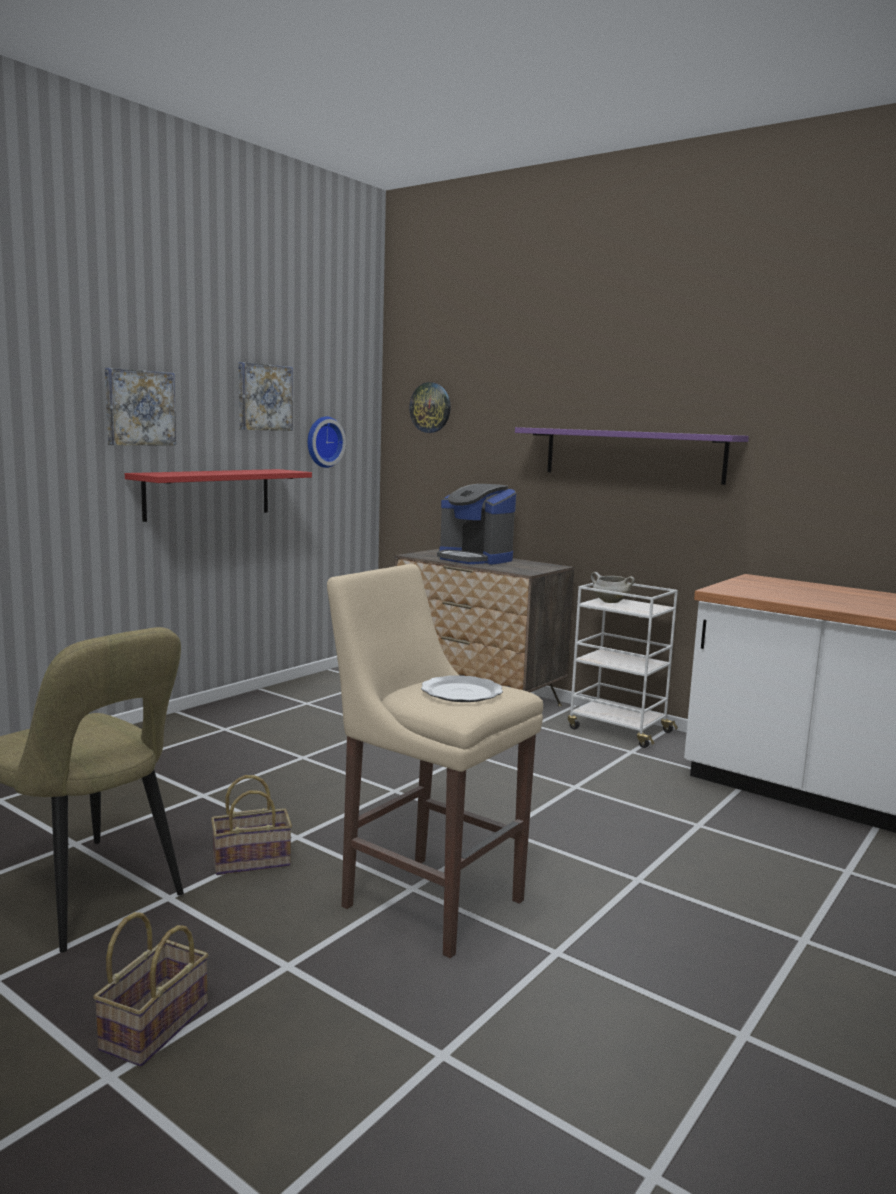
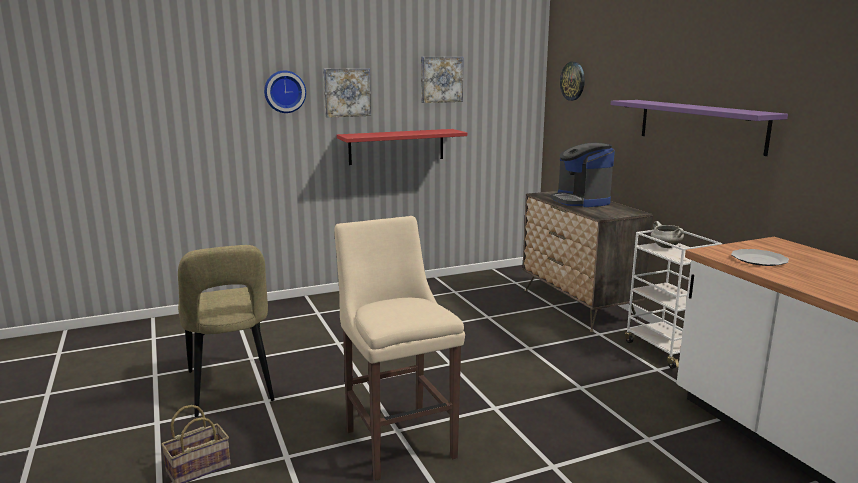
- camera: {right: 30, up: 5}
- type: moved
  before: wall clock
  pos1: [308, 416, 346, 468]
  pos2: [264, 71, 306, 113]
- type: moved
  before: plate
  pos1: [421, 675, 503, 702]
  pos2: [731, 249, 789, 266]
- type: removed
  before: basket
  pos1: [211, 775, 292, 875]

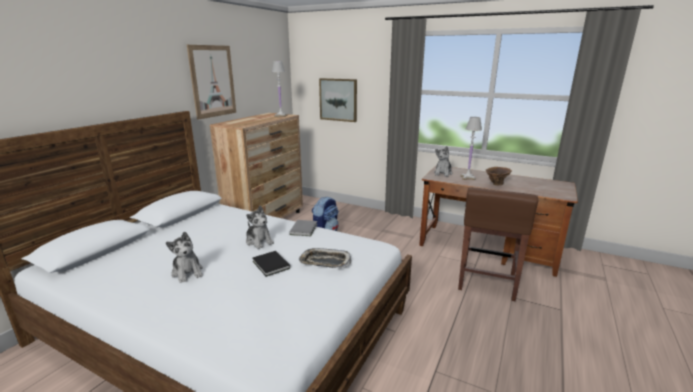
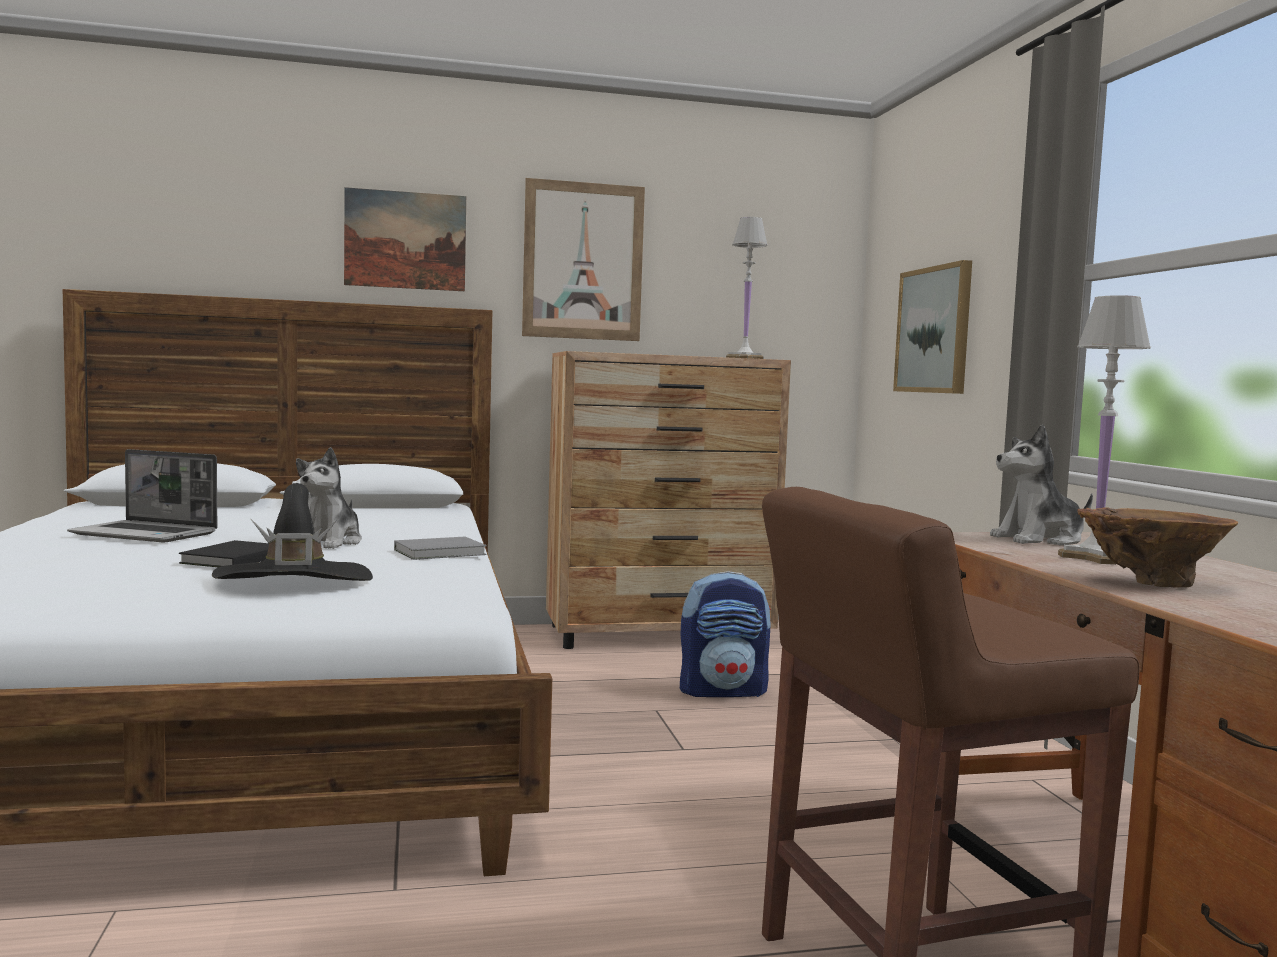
- camera: {right: 50, up: -15}
- type: replaced
  before: plush toy
  after: laptop
  pos1: [166, 231, 203, 283]
  pos2: [67, 449, 217, 542]
- type: replaced
  before: tray
  after: hat (black)
  pos1: [299, 248, 351, 268]
  pos2: [212, 483, 373, 581]
- type: added
  after: picture
  pos2: [344, 187, 466, 291]

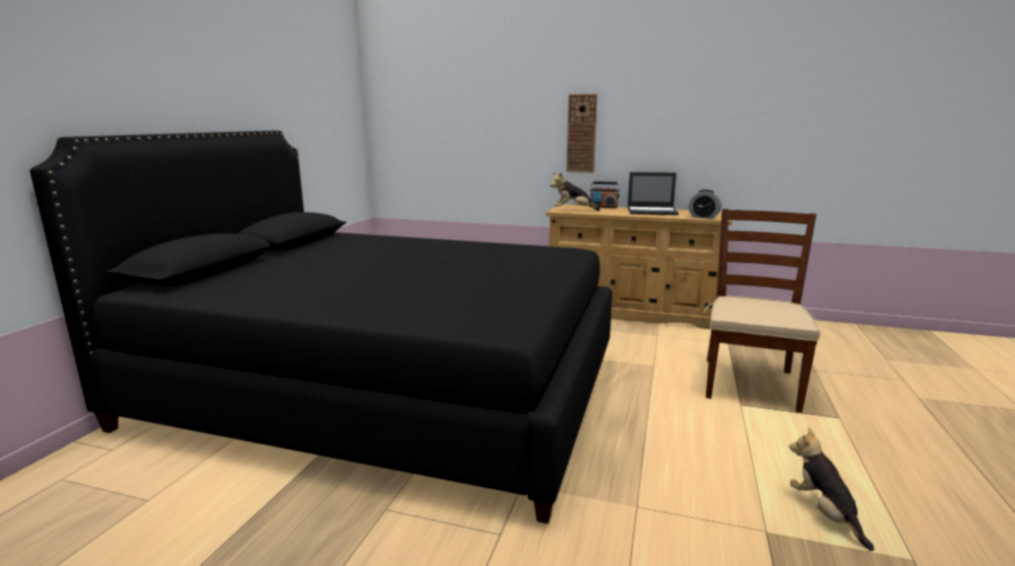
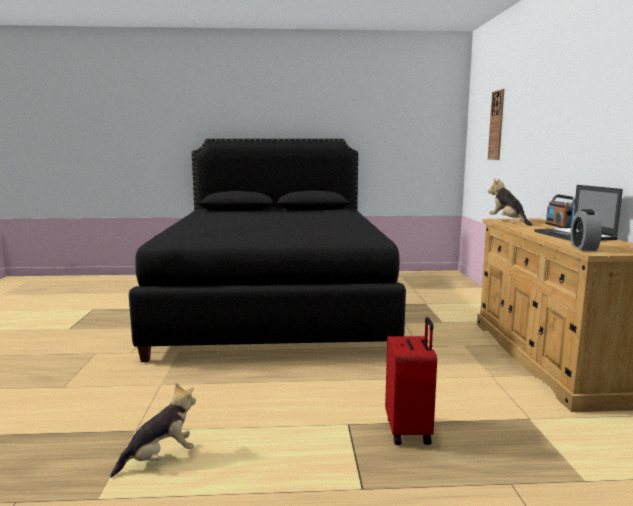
- camera: {right: 70, up: -5}
- type: replaced
  before: chair (brown)
  after: suitcase (red)
  pos1: [703, 209, 820, 413]
  pos2: [385, 317, 437, 445]
- type: moved
  before: wall clock
  pos1: [566, 94, 598, 173]
  pos2: [488, 89, 504, 160]

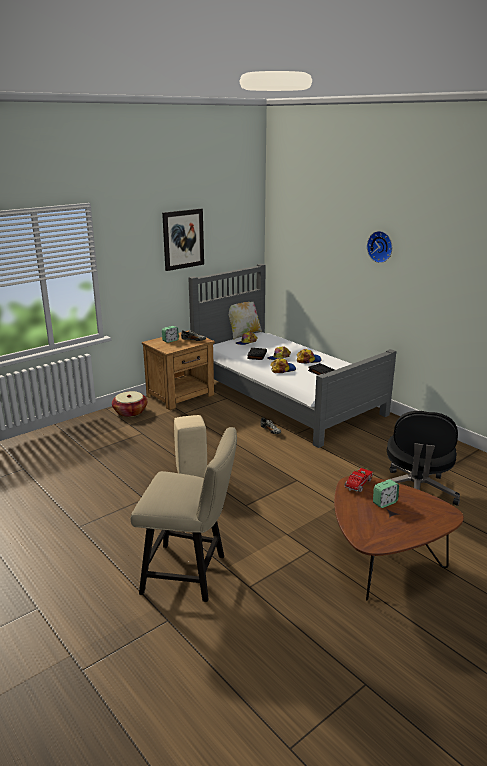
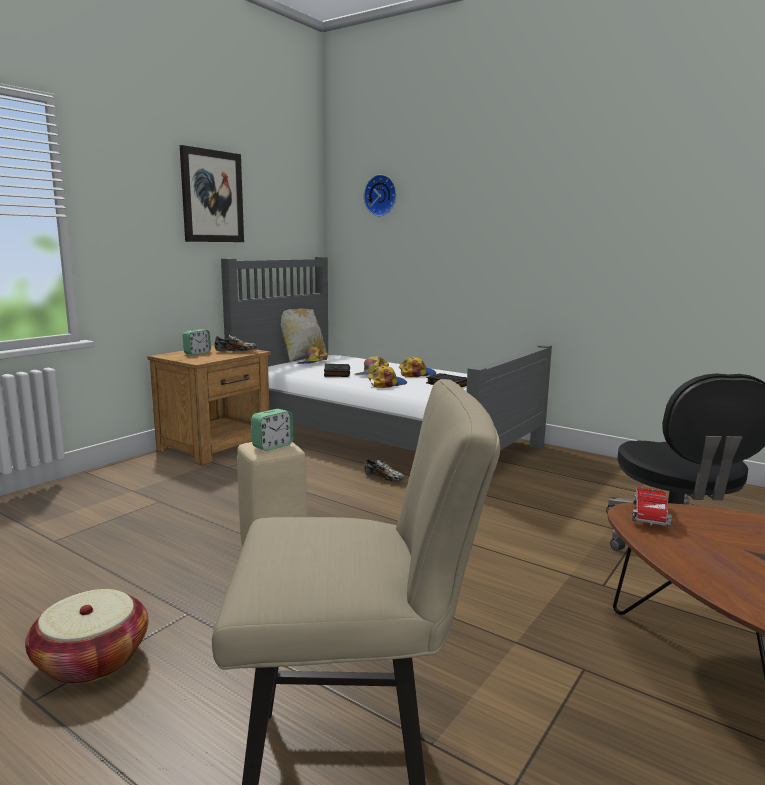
- camera: {right: -15, up: -10}
- type: moved
  before: basket
  pos1: [112, 391, 147, 417]
  pos2: [25, 589, 148, 684]
- type: moved
  before: alarm clock
  pos1: [373, 479, 399, 508]
  pos2: [251, 409, 293, 451]
- type: moved
  before: wall clock
  pos1: [367, 231, 392, 263]
  pos2: [364, 174, 396, 216]

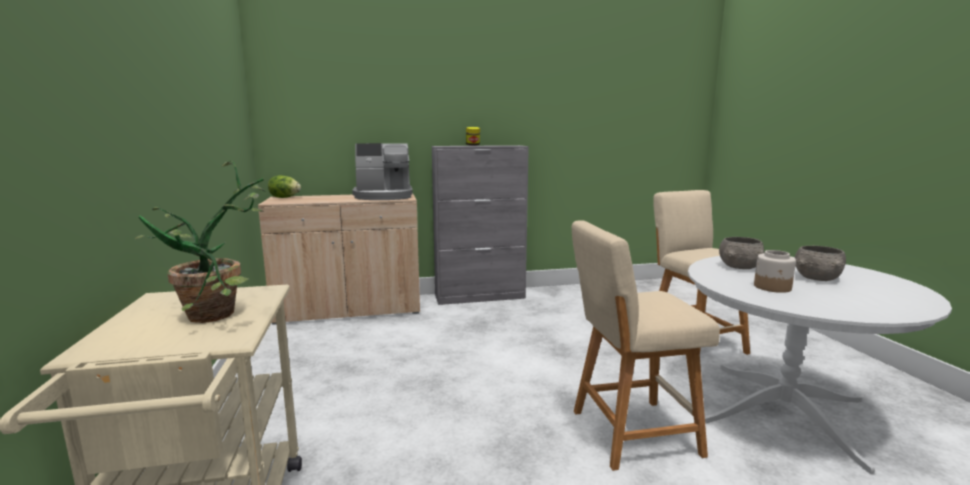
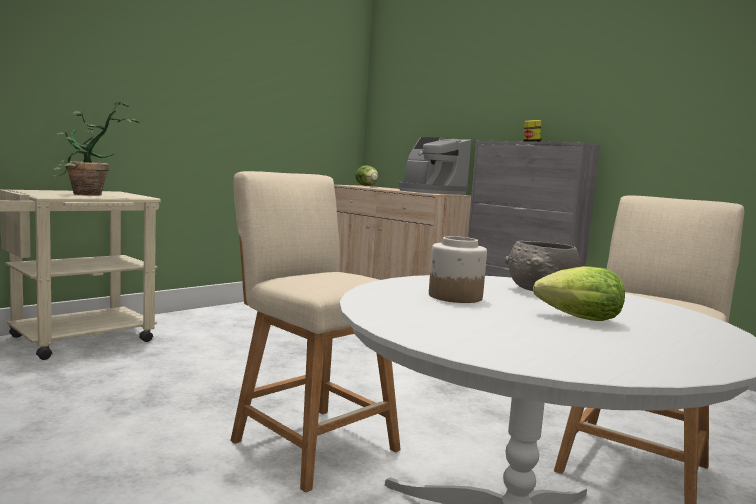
- camera: {right: 55, up: -5}
- type: replaced
  before: bowl (grey)
  after: lettuce
  pos1: [795, 246, 846, 281]
  pos2: [533, 266, 625, 321]

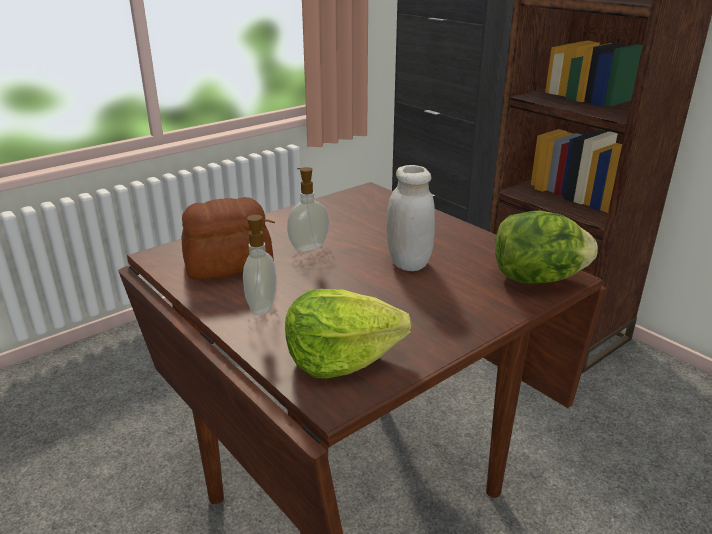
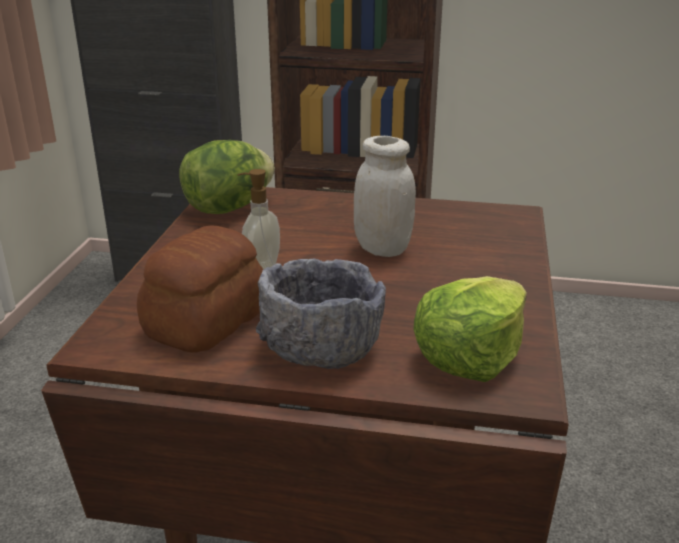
- camera: {right: -40, up: 0}
- type: moved
  before: lettuce
  pos1: [495, 211, 598, 284]
  pos2: [179, 140, 275, 214]
- type: replaced
  before: soap dispenser
  after: bowl (grey)
  pos1: [243, 215, 276, 315]
  pos2: [256, 259, 386, 369]

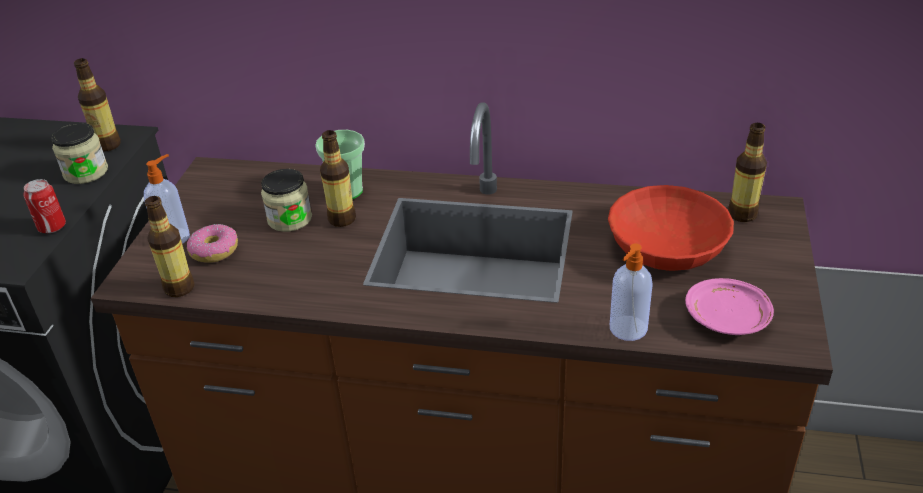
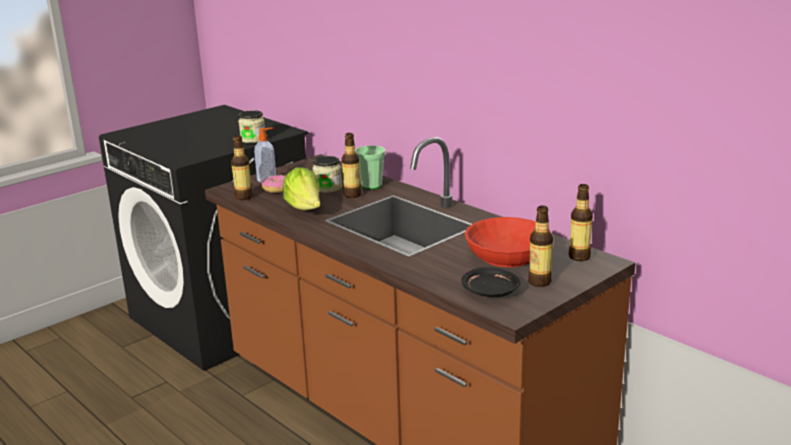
- camera: {right: 35, up: -15}
- type: added
  after: lettuce
  pos2: [283, 167, 320, 210]
- type: recoloured
  before: plate (pink)
  after: plate (black)
  pos1: [685, 278, 774, 335]
  pos2: [461, 267, 521, 297]
- type: moved
  before: bottle
  pos1: [74, 58, 121, 152]
  pos2: [528, 205, 553, 287]
- type: removed
  before: can
  pos1: [23, 179, 66, 233]
- type: removed
  before: soap dispenser
  pos1: [610, 243, 653, 341]

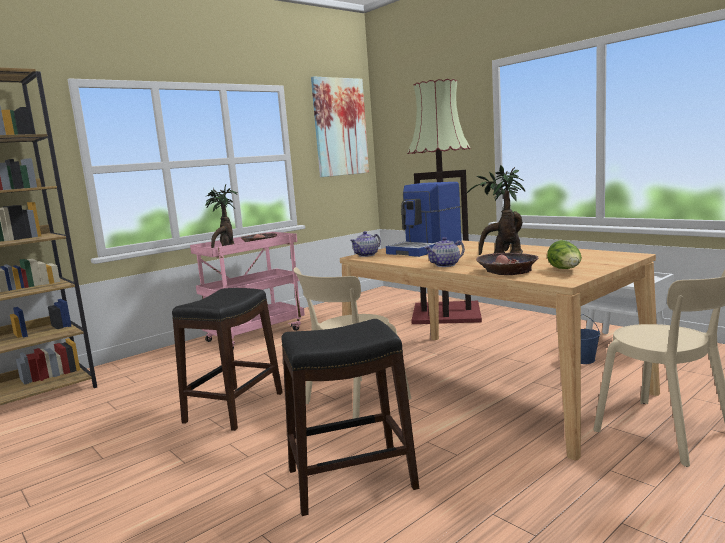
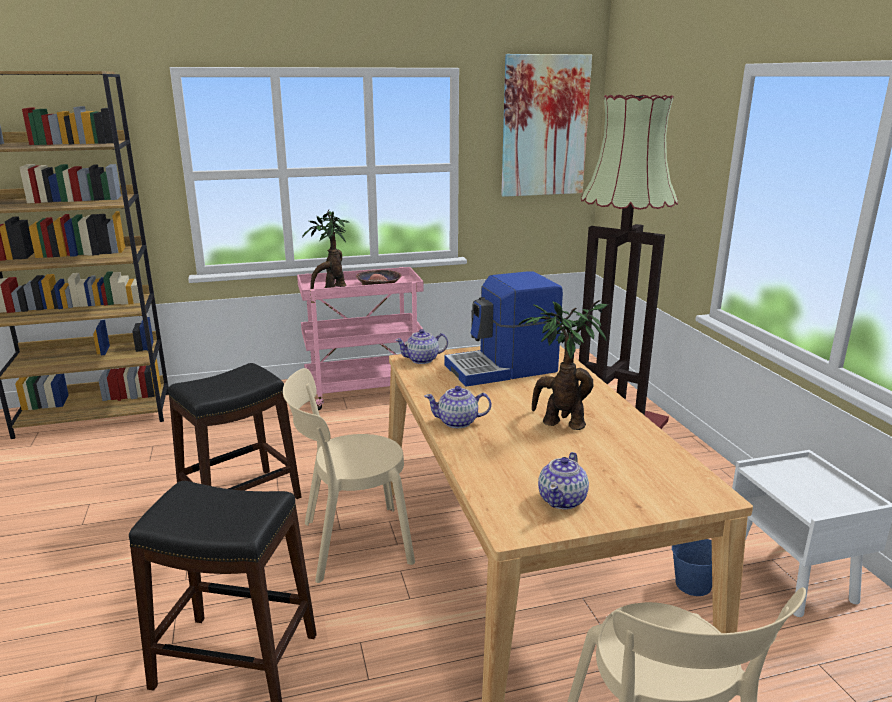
- camera: {right: 25, up: 10}
- type: replaced
  before: lettuce
  after: teapot
  pos1: [547, 240, 582, 269]
  pos2: [538, 452, 589, 509]
- type: removed
  before: bowl
  pos1: [476, 253, 539, 275]

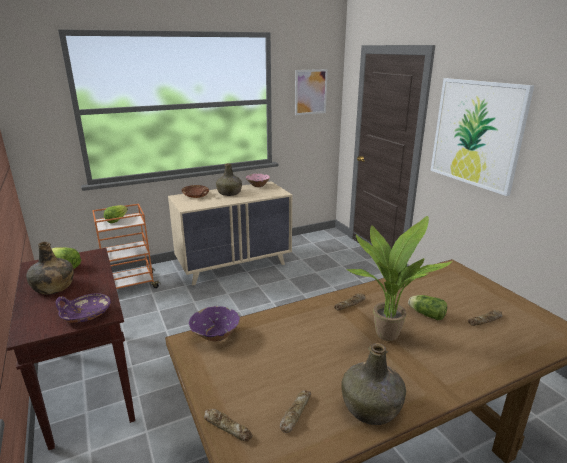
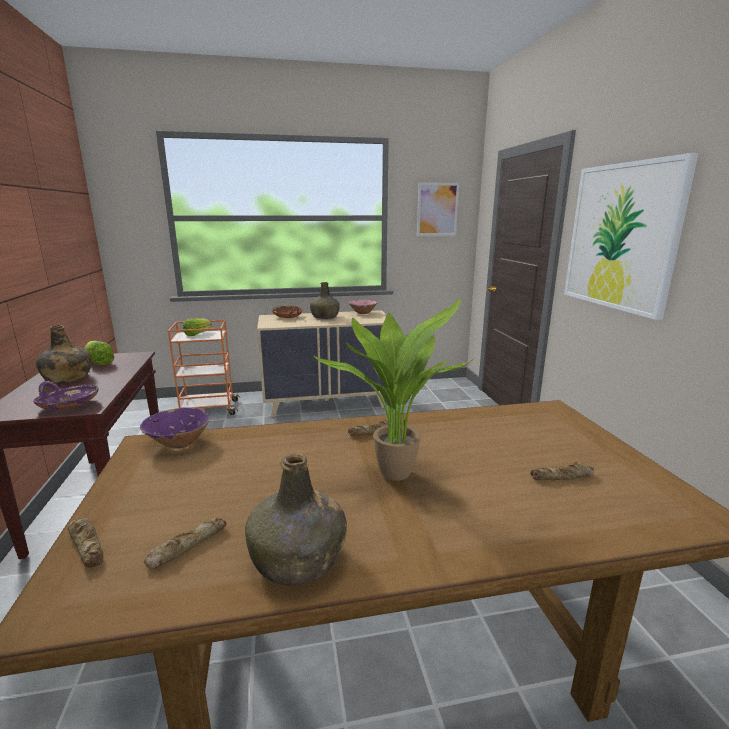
- camera: {right: 15, up: -5}
- type: removed
  before: lettuce
  pos1: [408, 295, 447, 320]

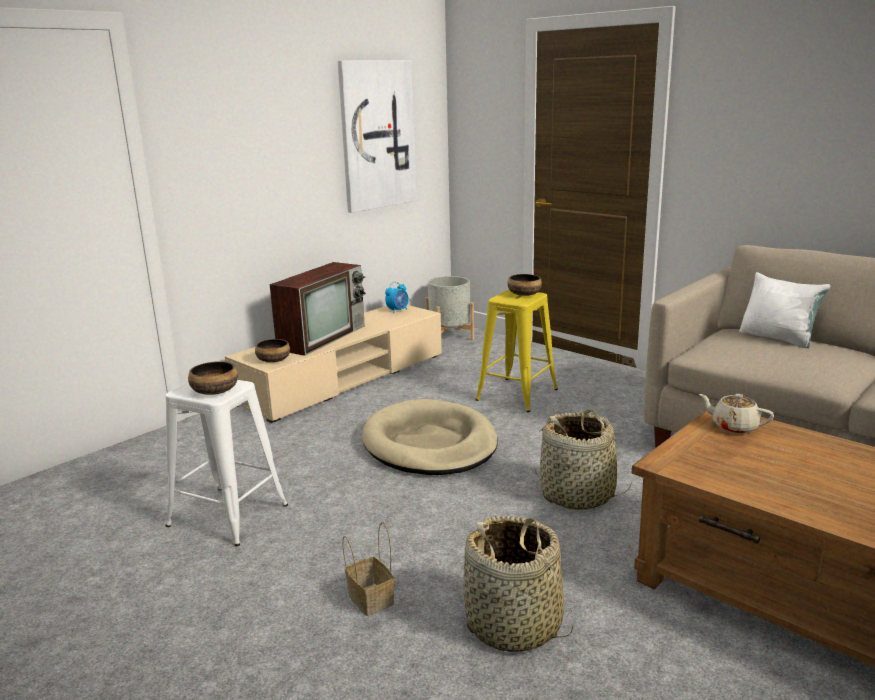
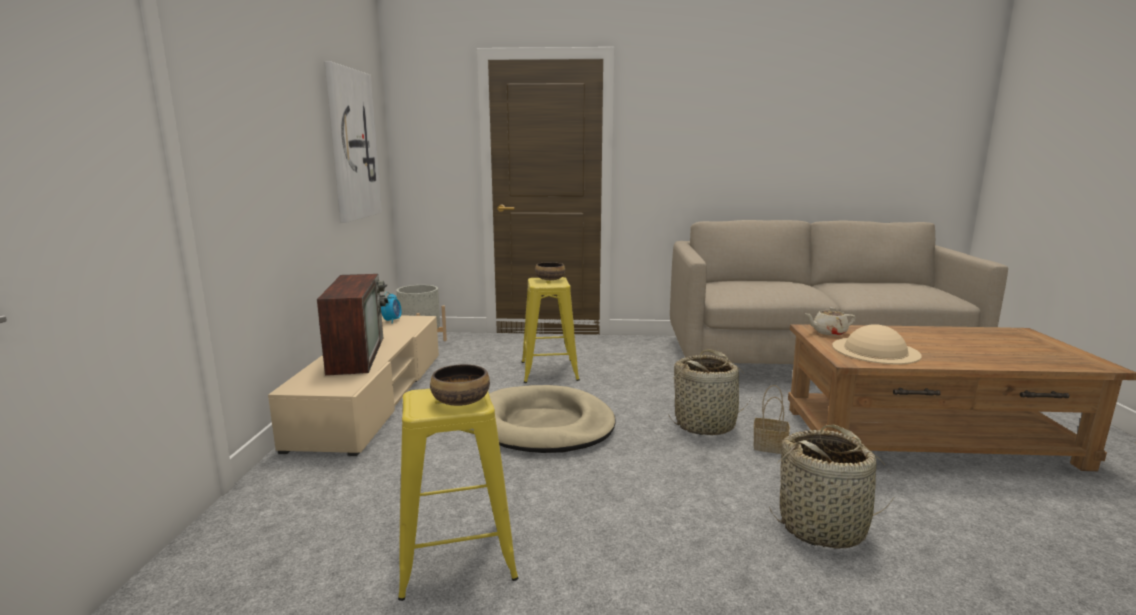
- camera: {right: -40, up: -5}
- type: recoloured
  before: stool (white)
  after: stool (yellow)
  pos1: [166, 380, 288, 546]
  pos2: [398, 389, 519, 601]
- type: moved
  before: basket
  pos1: [342, 522, 395, 616]
  pos2: [753, 385, 790, 454]
- type: added
  after: hat (beige)
  pos2: [832, 325, 922, 365]
- type: removed
  before: bowl
  pos1: [255, 339, 290, 363]
- type: removed
  before: pillow (white)
  pos1: [739, 272, 830, 348]

